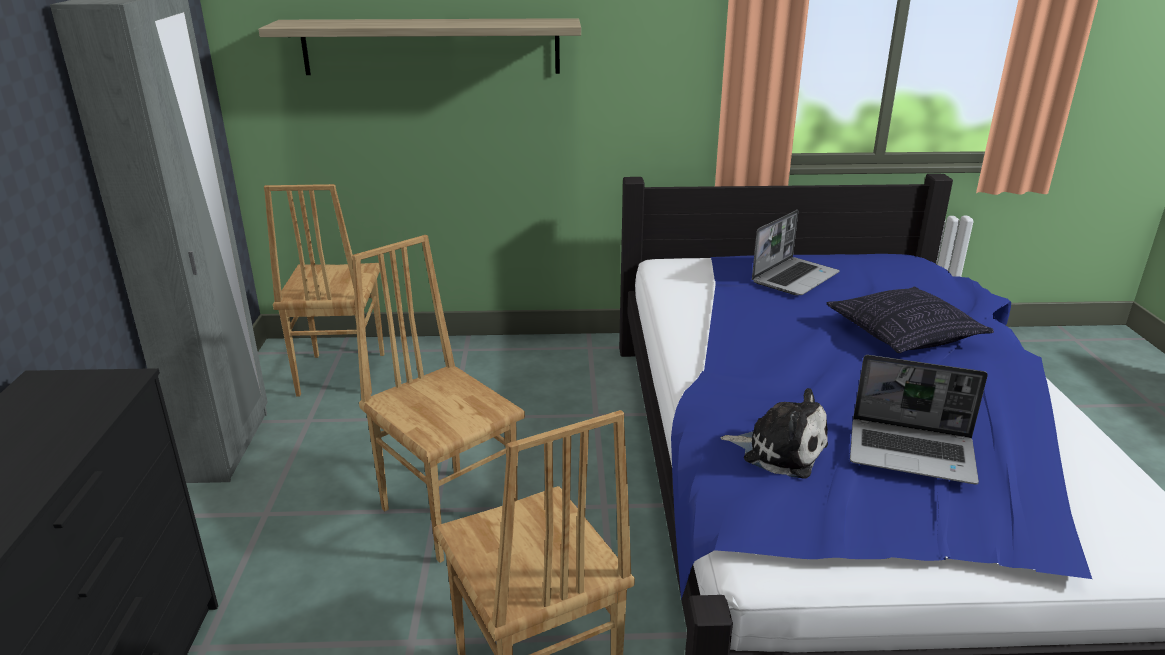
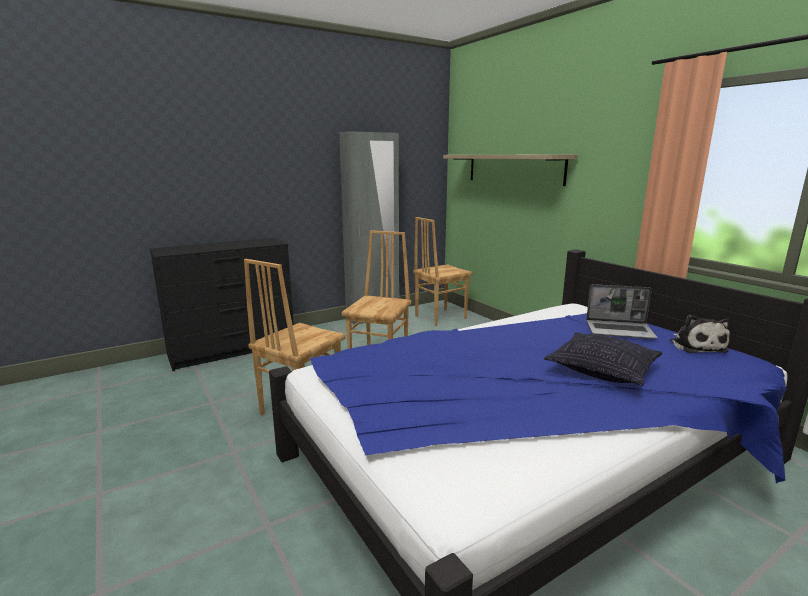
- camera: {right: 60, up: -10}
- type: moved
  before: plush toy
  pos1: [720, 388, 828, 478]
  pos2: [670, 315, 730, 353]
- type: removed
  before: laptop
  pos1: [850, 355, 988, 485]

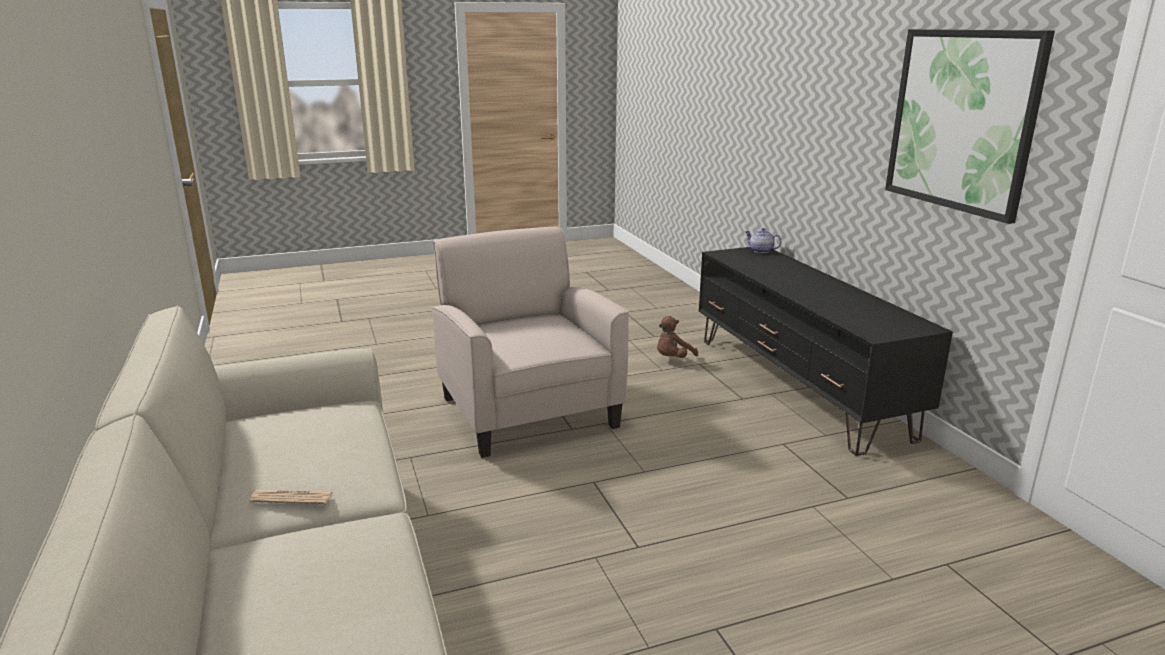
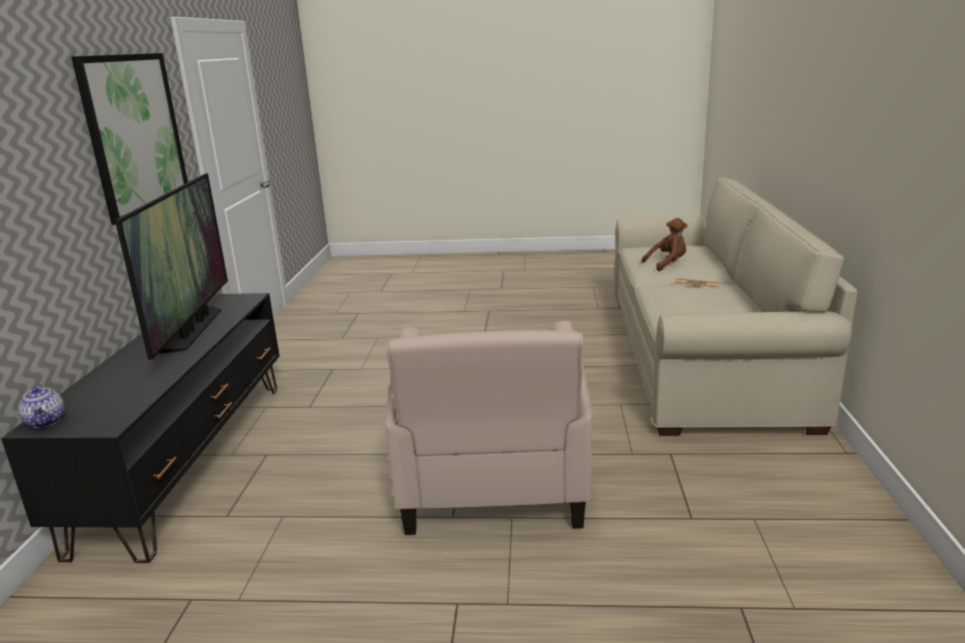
- camera: {right: -155, up: 0}
- type: added
  after: television
  pos2: [115, 173, 228, 360]
- type: moved
  before: plush toy (brown)
  pos1: [657, 316, 698, 358]
  pos2: [642, 218, 687, 271]

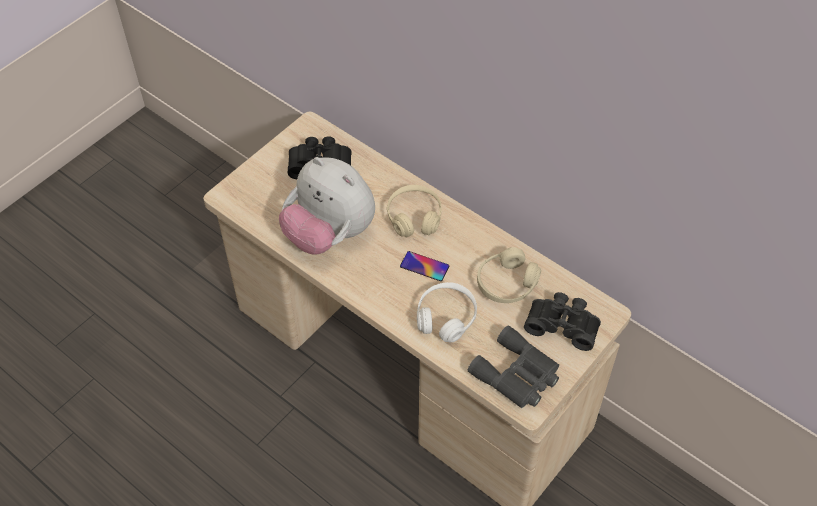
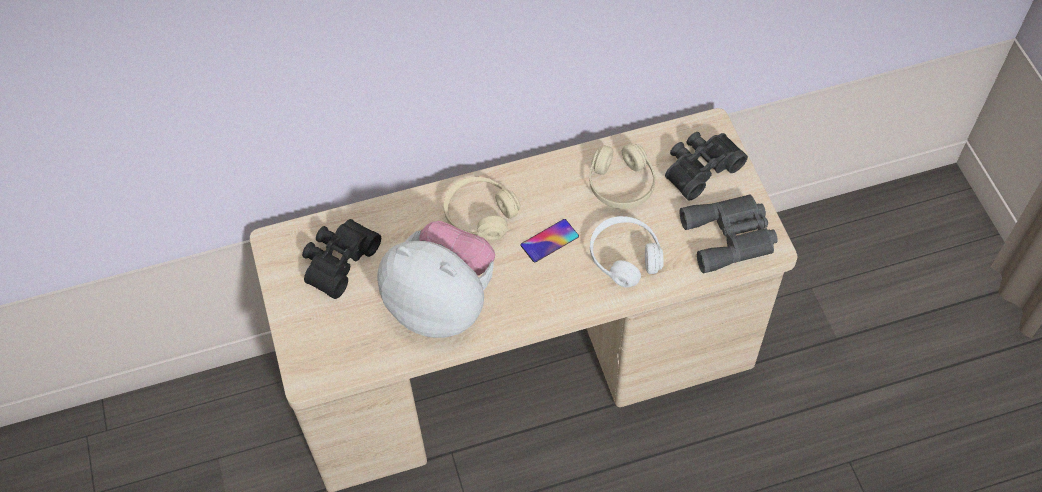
- camera: {right: -55, up: 5}
- type: turned
  before: plush toy
  pos1: [279, 157, 375, 254]
  pos2: [377, 221, 495, 338]
  turn: -135

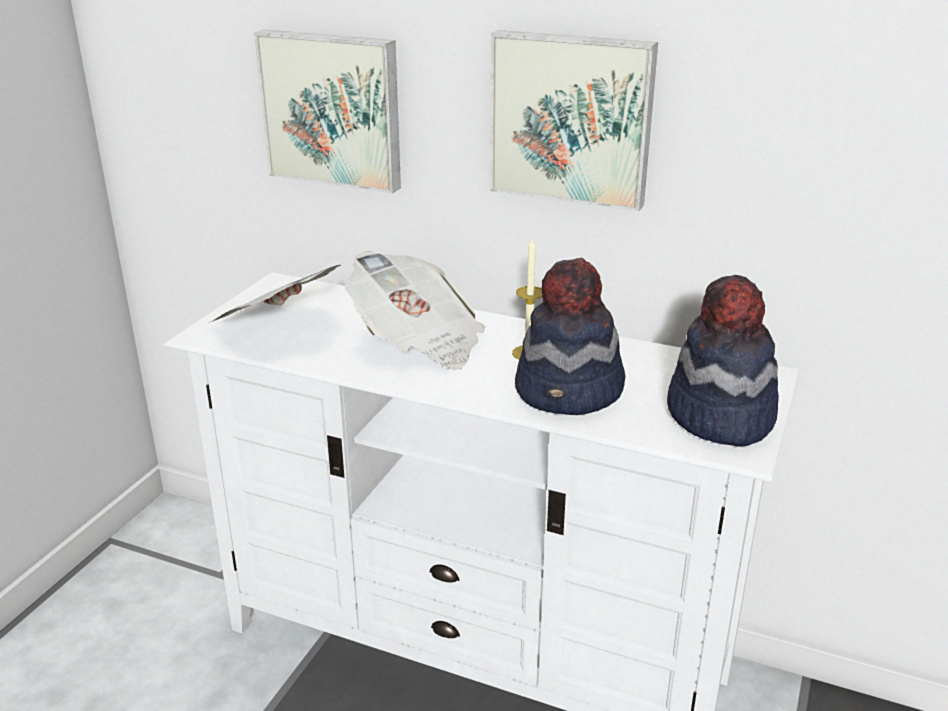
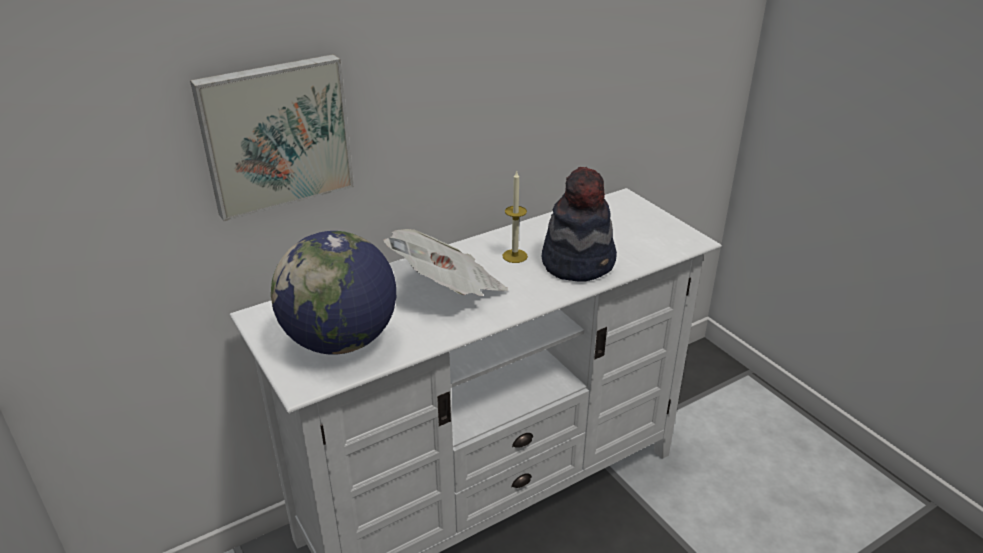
- camera: {right: -55, up: 5}
- type: replaced
  before: newspaper
  after: globe
  pos1: [211, 265, 341, 322]
  pos2: [271, 231, 396, 355]
- type: removed
  before: picture
  pos1: [490, 30, 658, 211]
- type: removed
  before: hat
  pos1: [667, 275, 779, 447]

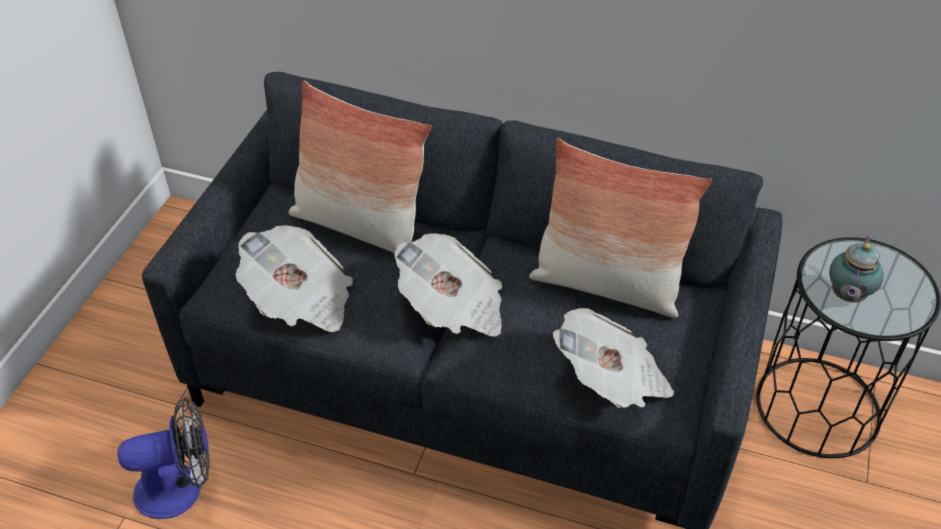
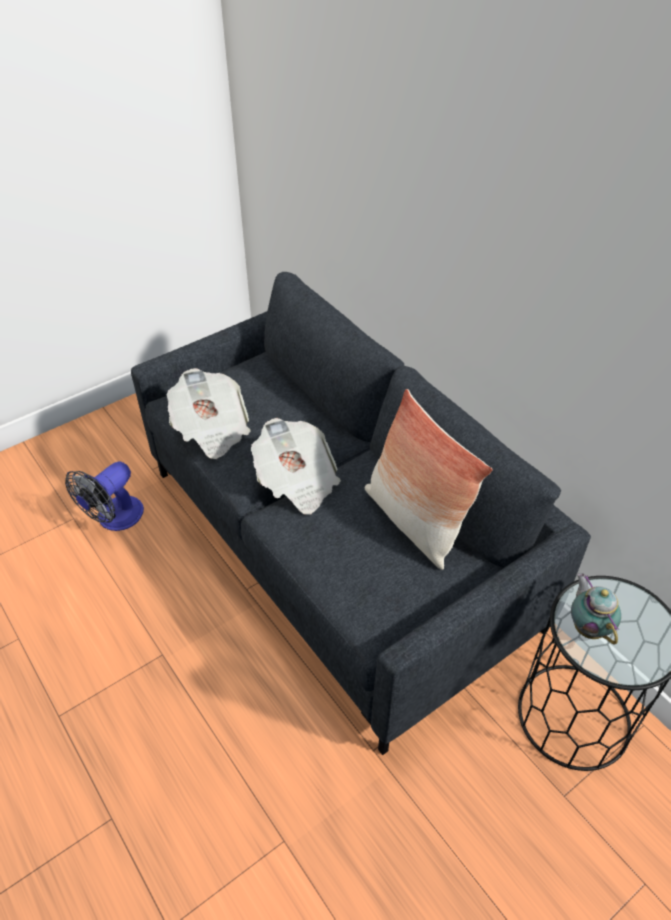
- camera: {right: 35, up: 0}
- type: turned
  before: fan
  pos1: [117, 397, 210, 519]
  pos2: [65, 462, 144, 531]
  turn: 105
- type: turned
  before: teapot
  pos1: [829, 236, 884, 302]
  pos2: [571, 573, 621, 644]
  turn: 105
- type: removed
  before: pillow
  pos1: [289, 81, 432, 253]
- type: removed
  before: newspaper
  pos1: [553, 308, 674, 409]

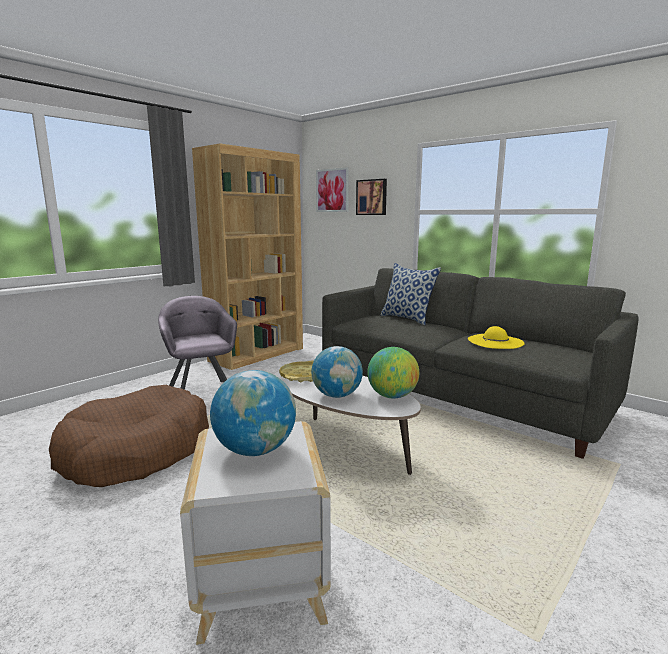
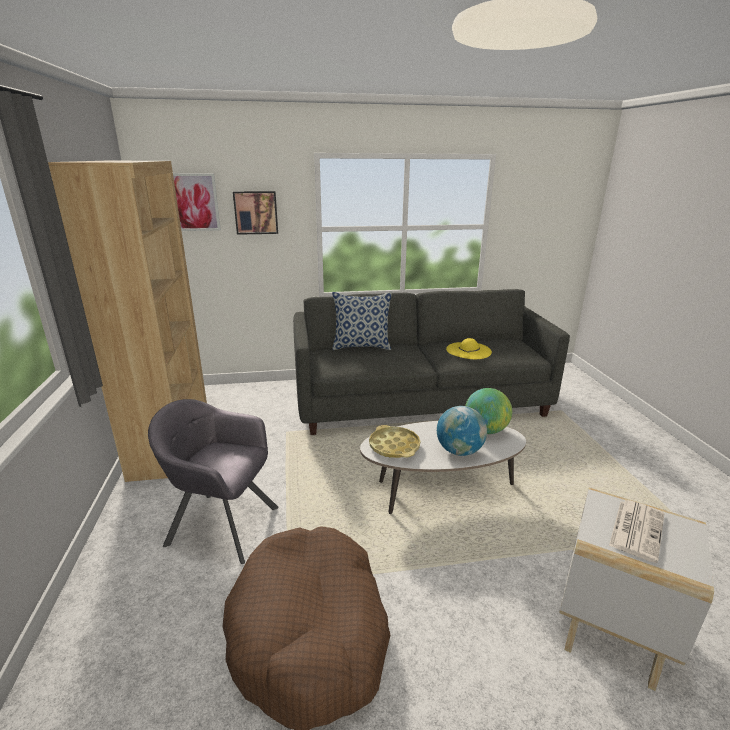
- camera: {right: -50, up: 10}
- type: replaced
  before: globe
  after: newspaper
  pos1: [210, 370, 296, 456]
  pos2: [609, 500, 664, 563]

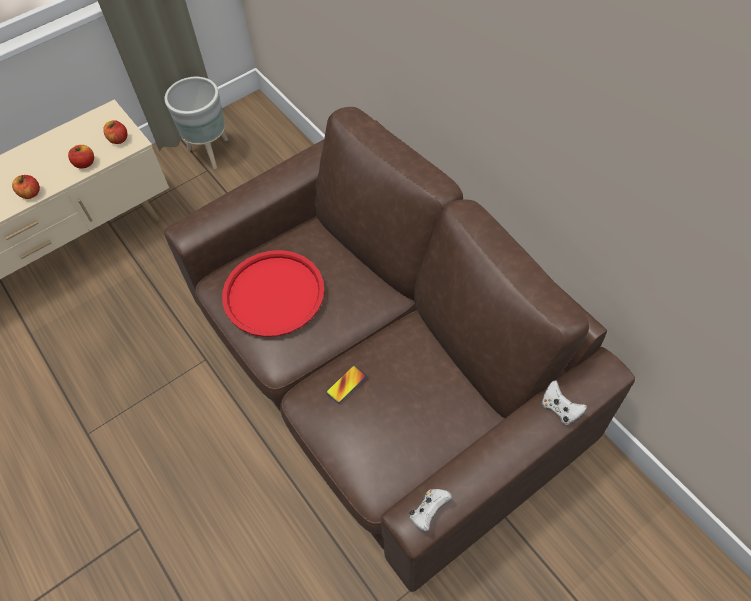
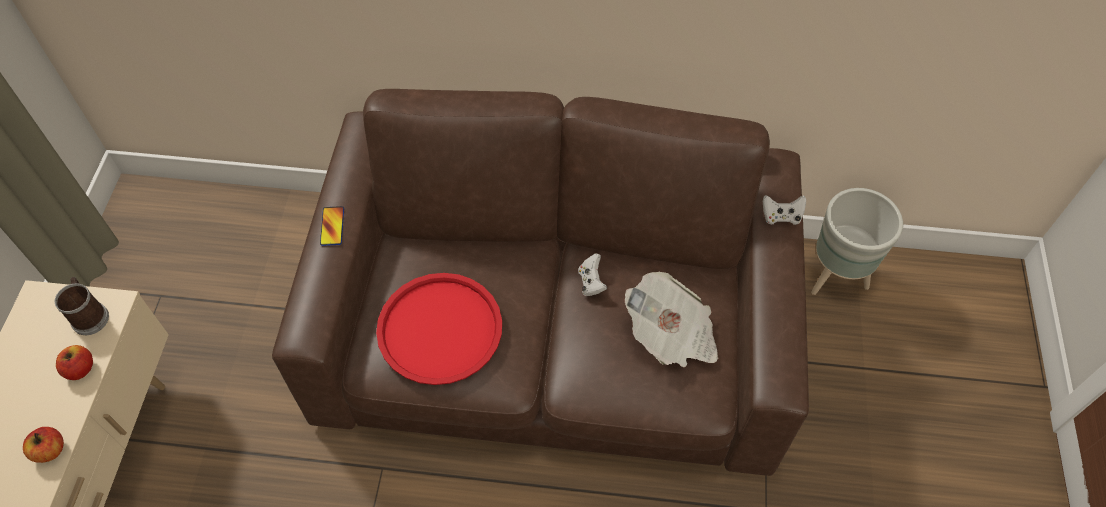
- camera: {right: -50, up: 0}
- type: replaced
  before: apple
  after: mug
  pos1: [103, 120, 128, 144]
  pos2: [55, 277, 109, 335]
- type: moved
  before: phone
  pos1: [326, 365, 367, 403]
  pos2: [320, 206, 344, 246]
- type: moved
  before: game controller (white)
  pos1: [409, 489, 452, 531]
  pos2: [578, 253, 607, 296]
- type: added
  after: newspaper
  pos2: [625, 272, 719, 367]
- type: moved
  before: planter (grey)
  pos1: [164, 77, 228, 169]
  pos2: [811, 188, 903, 295]

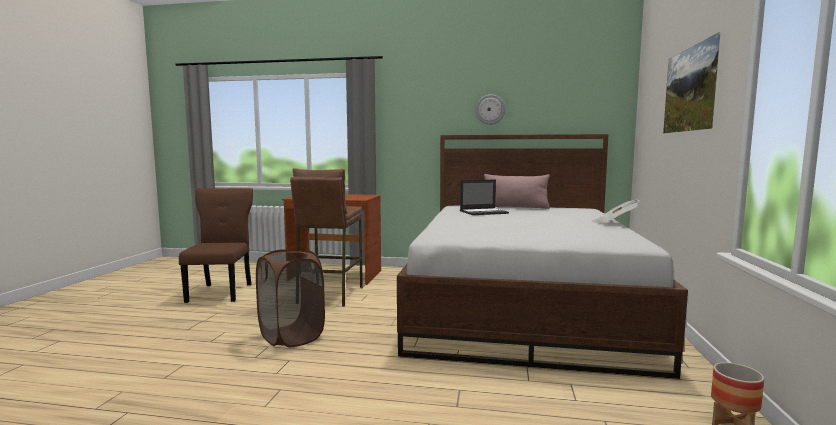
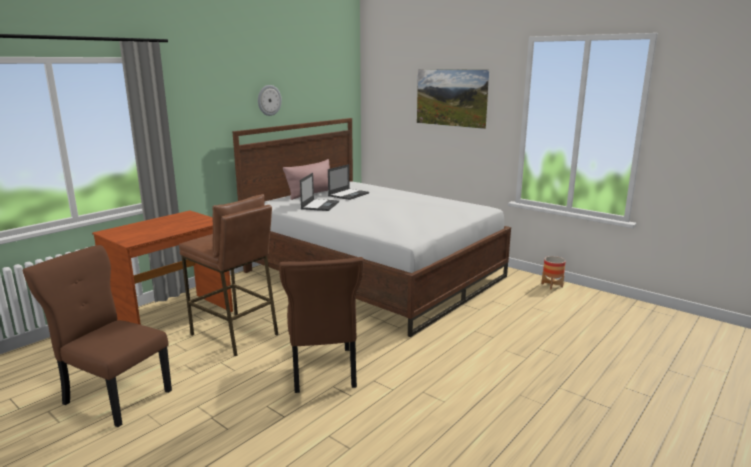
- camera: {right: -60, up: 10}
- type: replaced
  before: laundry basket (brown)
  after: chair (brown)
  pos1: [256, 250, 325, 347]
  pos2: [279, 257, 364, 393]
- type: added
  after: laptop
  pos2: [328, 164, 369, 200]
- type: removed
  before: newspaper
  pos1: [592, 200, 640, 223]

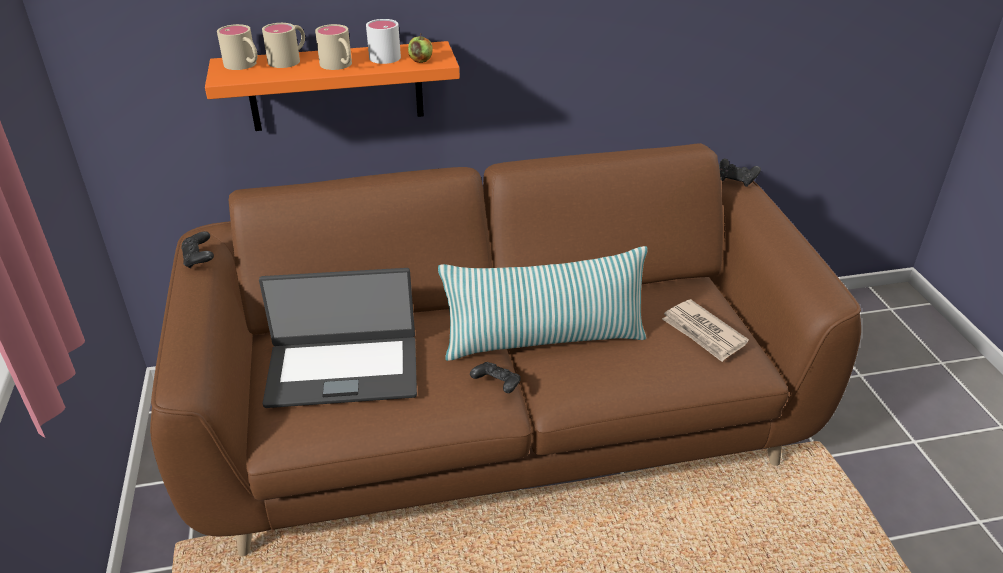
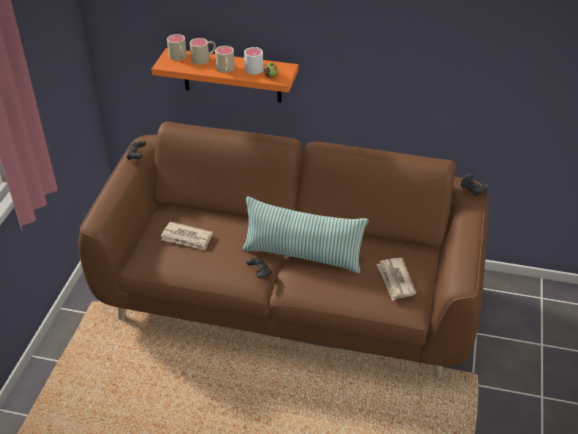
- camera: {right: 25, up: 5}
- type: replaced
  before: laptop
  after: newspaper
  pos1: [259, 268, 417, 408]
  pos2: [161, 222, 213, 250]

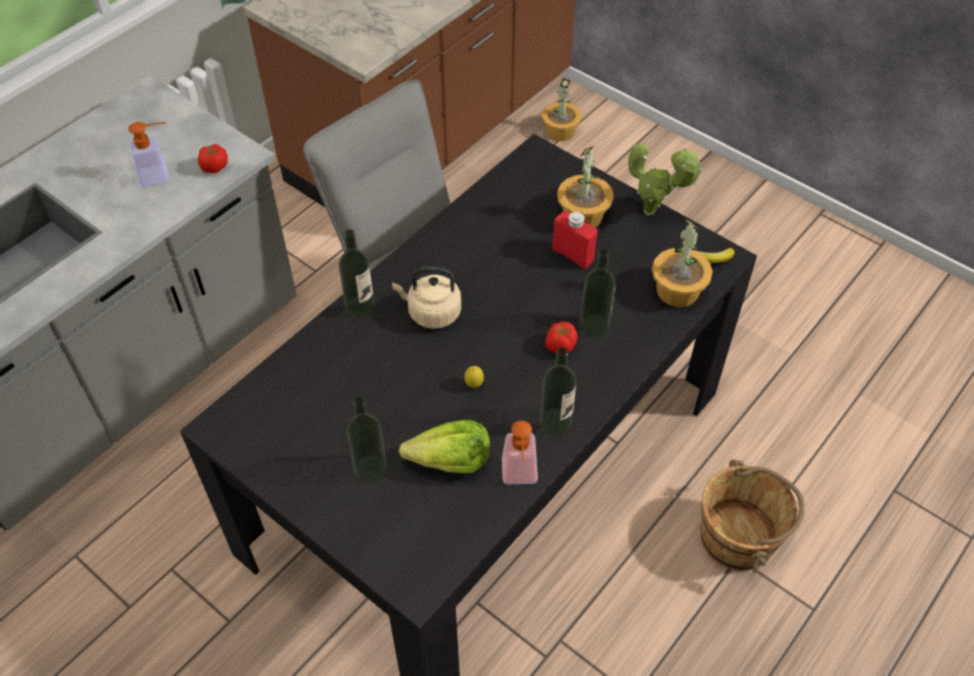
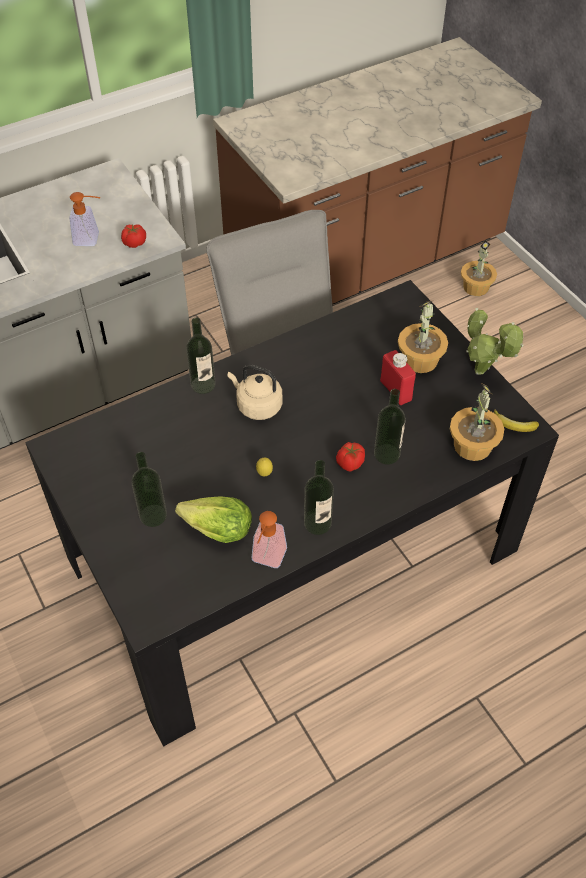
- camera: {right: 20, up: 0}
- type: removed
  before: bucket (brown)
  pos1: [700, 460, 805, 573]

